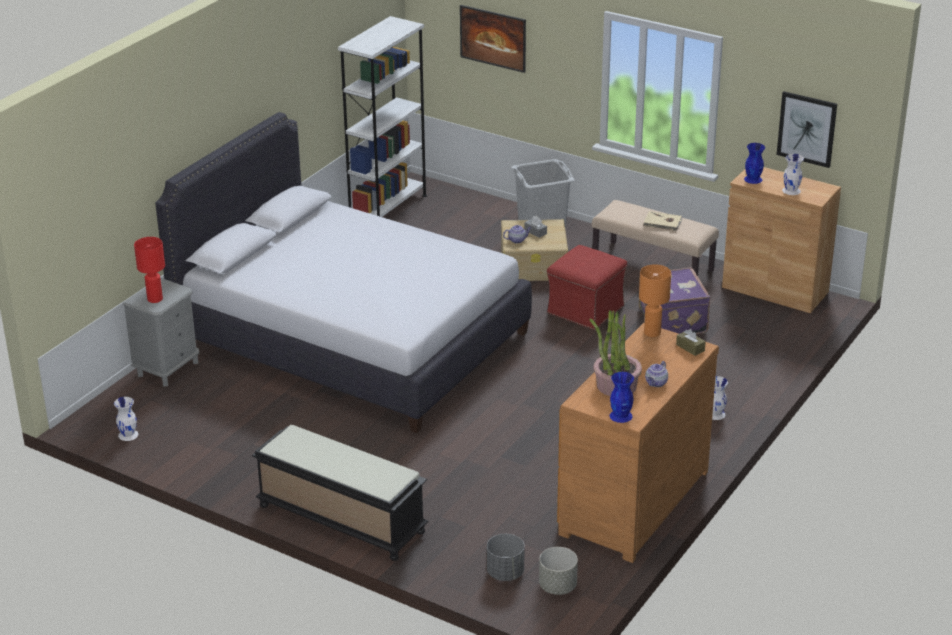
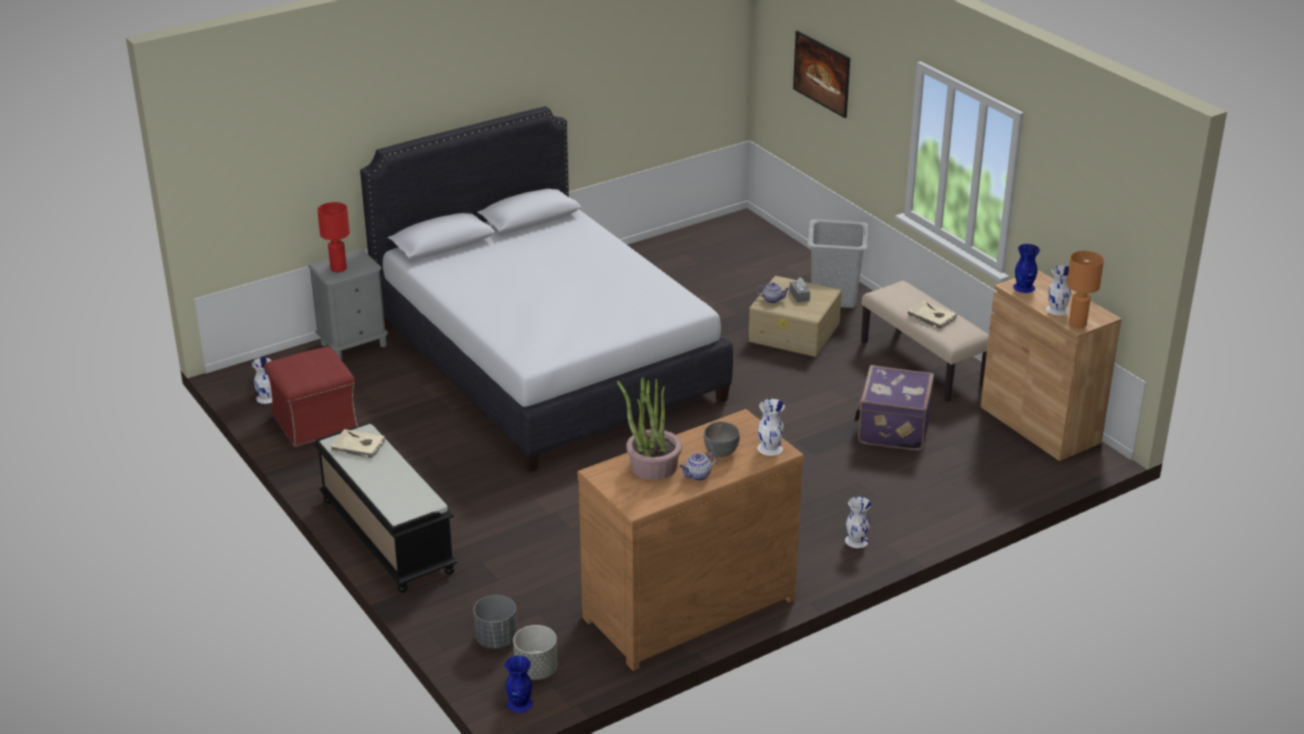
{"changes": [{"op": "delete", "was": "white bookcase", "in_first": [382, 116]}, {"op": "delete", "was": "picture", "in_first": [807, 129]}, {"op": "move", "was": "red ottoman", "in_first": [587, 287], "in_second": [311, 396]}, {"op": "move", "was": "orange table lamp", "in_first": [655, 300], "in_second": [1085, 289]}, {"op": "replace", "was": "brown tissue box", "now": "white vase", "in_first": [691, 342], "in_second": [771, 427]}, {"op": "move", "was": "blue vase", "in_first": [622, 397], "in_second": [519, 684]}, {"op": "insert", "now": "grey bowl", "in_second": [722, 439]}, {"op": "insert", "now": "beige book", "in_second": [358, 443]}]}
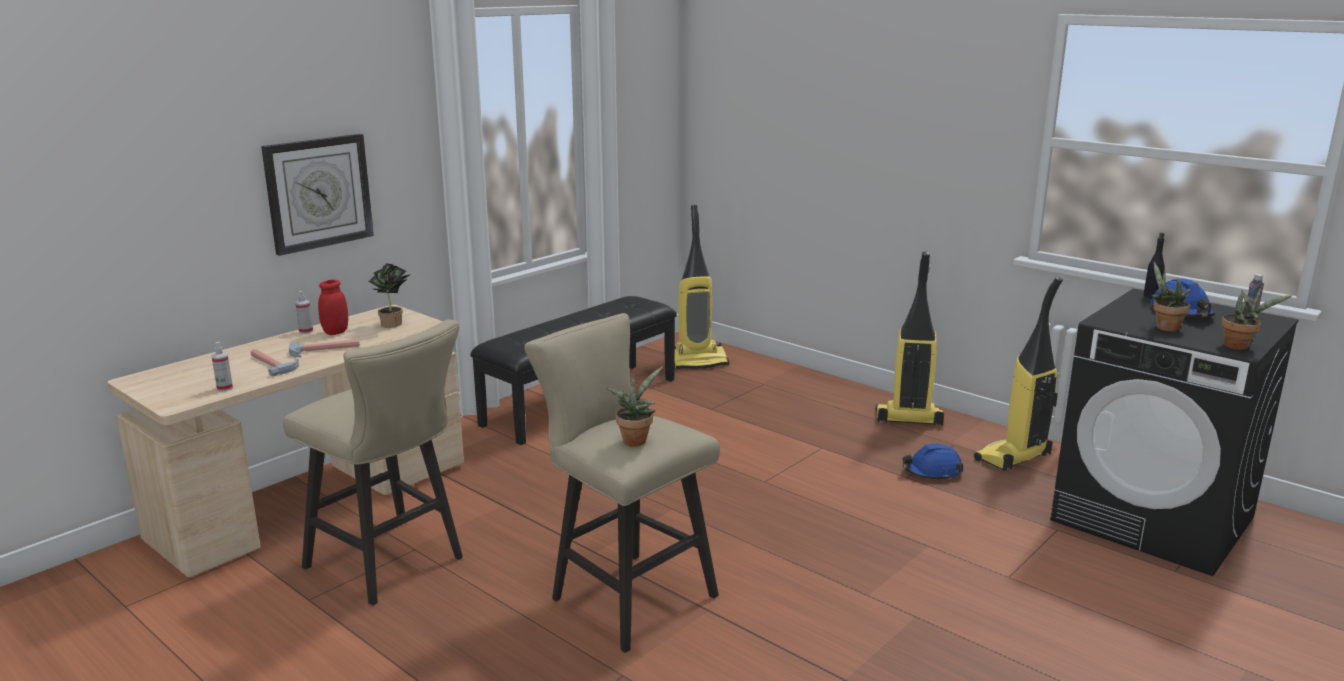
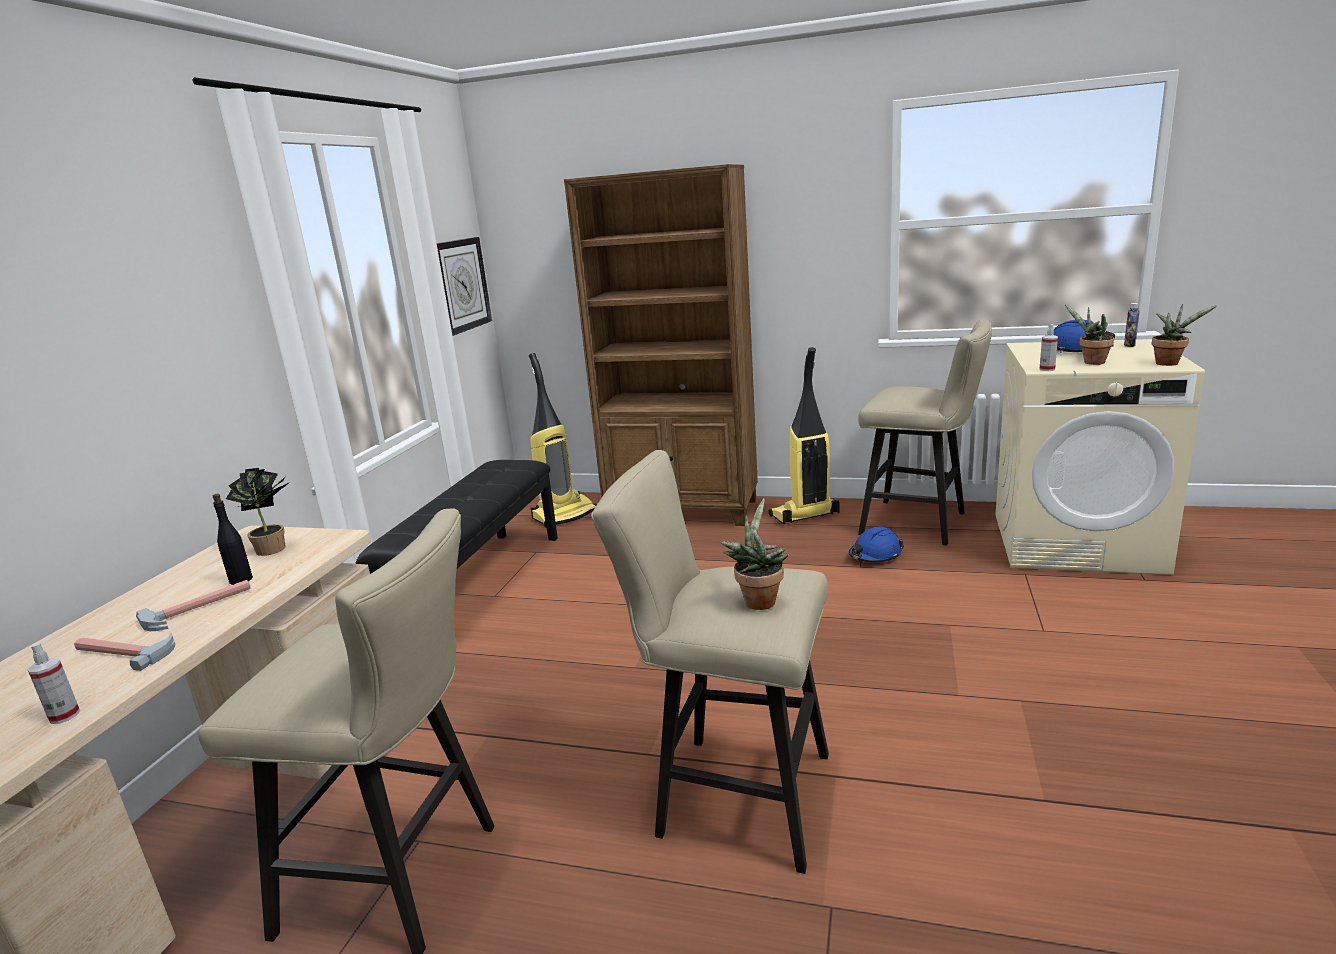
{"changes": [{"op": "move", "was": "wall clock", "in_first": [317, 195], "in_second": [464, 286]}, {"op": "move", "was": "black bottle", "in_first": [1154, 265], "in_second": [232, 539]}, {"op": "replace", "was": "vacuum cleaner", "now": "beige stool", "in_first": [1018, 373], "in_second": [925, 433]}, {"op": "delete", "was": "red jar", "in_first": [333, 307]}, {"op": "recolor", "was": "black washing machine", "now": "beige washing machine", "in_first": [1174, 432], "in_second": [1100, 457]}, {"op": "move", "was": "spray bottle", "in_first": [304, 312], "in_second": [1049, 347]}, {"op": "insert", "now": "brown bookcase", "in_second": [661, 345]}]}
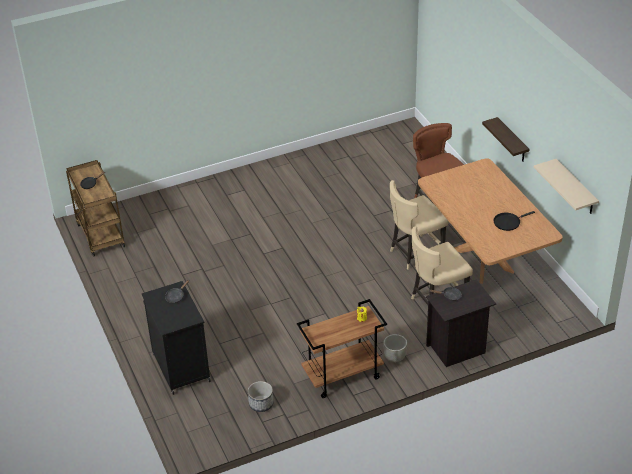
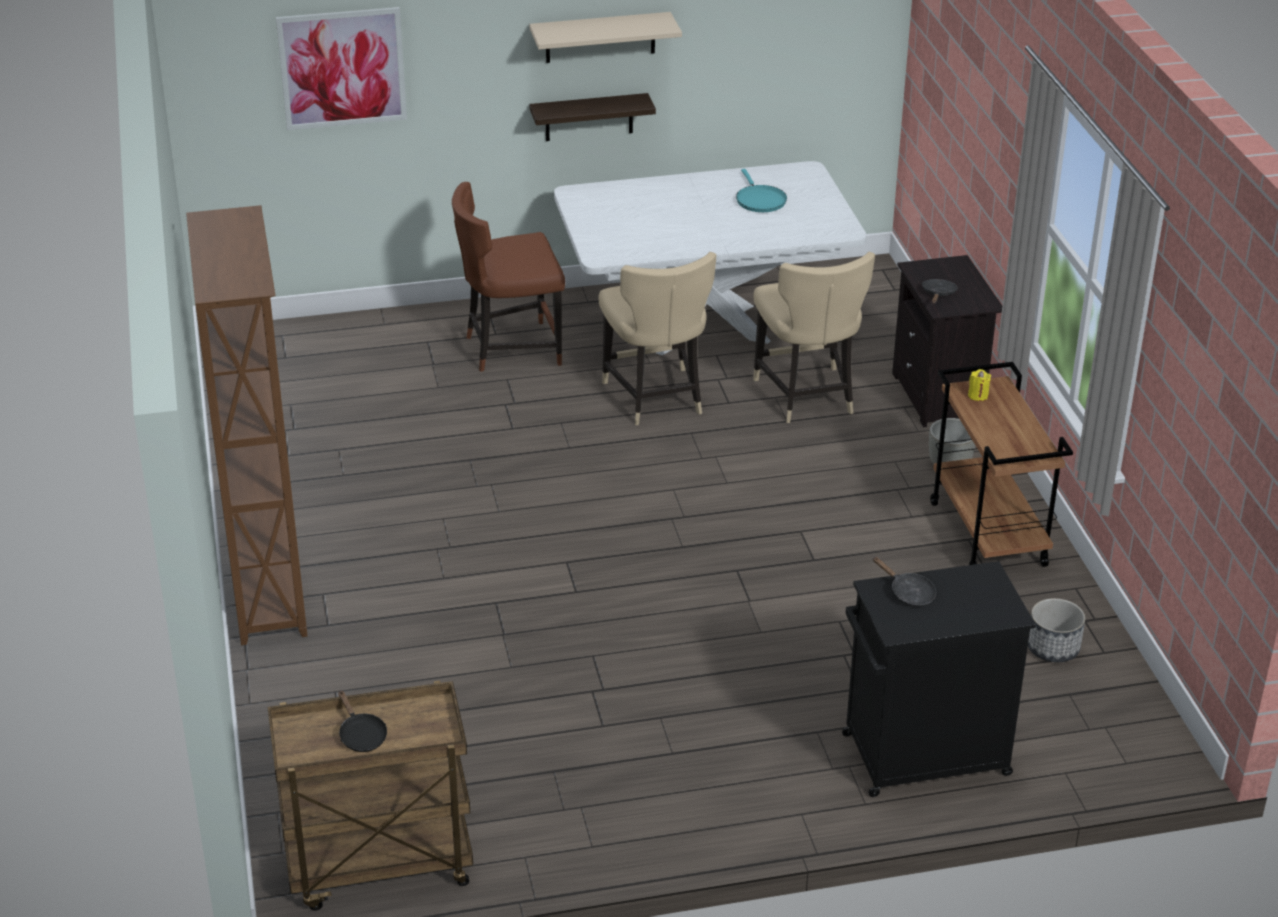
{"changes": [{"op": "recolor", "was": "brown dining table", "now": "white dining table", "in_first": [490, 221], "in_second": [710, 258]}, {"op": "move", "was": "beige shelf", "in_first": [566, 186], "in_second": [605, 37]}, {"op": "recolor", "was": "black frying pan", "now": "turquoise frying pan", "in_first": [514, 221], "in_second": [761, 190]}, {"op": "insert", "now": "picture", "in_second": [341, 68]}, {"op": "insert", "now": "brown bookcase", "in_second": [246, 425]}]}
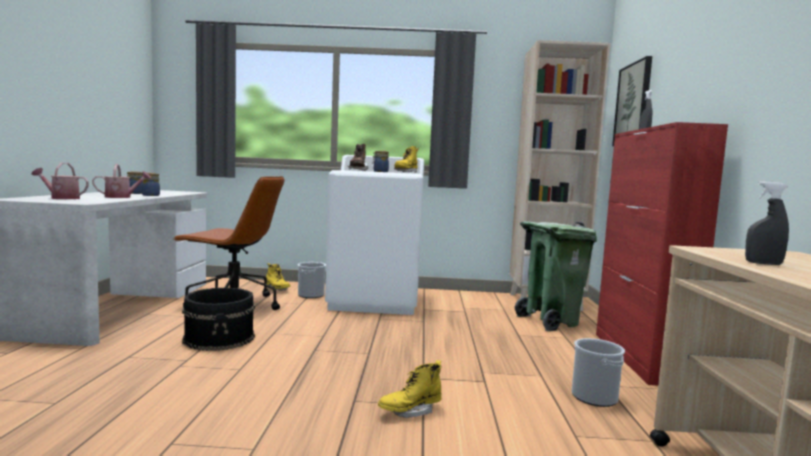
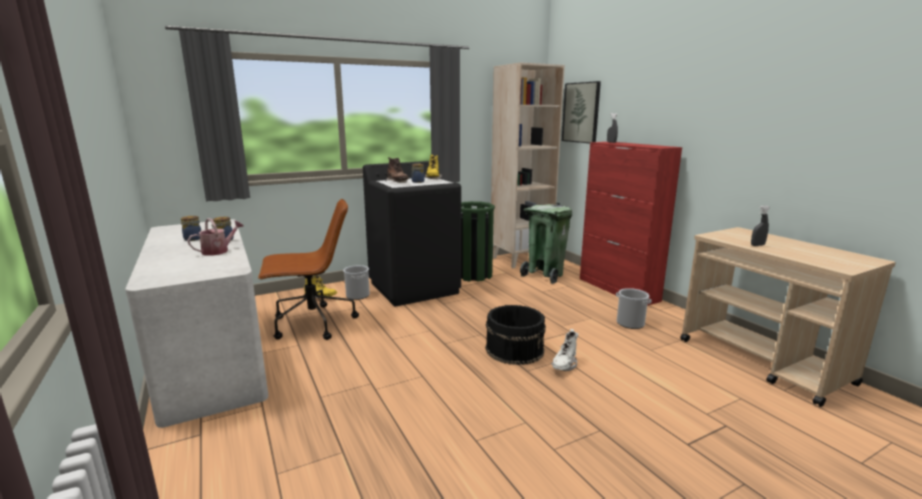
{"changes": [{"op": "recolor", "was": "white washing machine", "now": "black washing machine", "in_first": [374, 235], "in_second": [412, 233]}, {"op": "delete", "was": "watering can", "in_first": [60, 181]}, {"op": "move", "was": "black bucket", "in_first": [218, 319], "in_second": [515, 335]}, {"op": "recolor", "was": "yellow boot", "now": "white boot", "in_first": [410, 389], "in_second": [565, 350]}, {"op": "insert", "now": "green trash can", "in_second": [478, 241]}]}
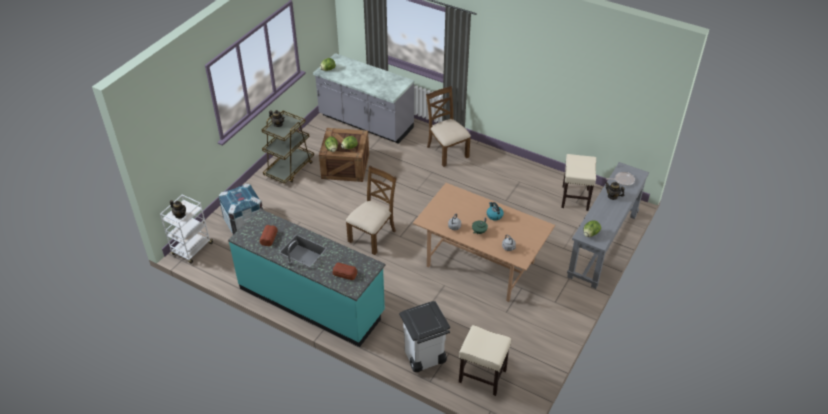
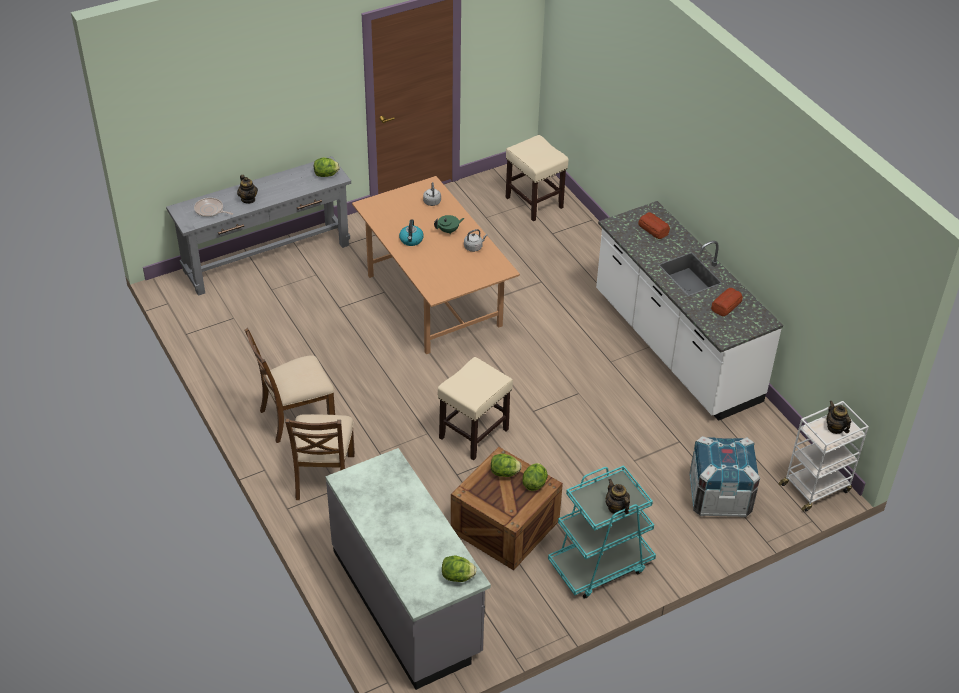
{"changes": [{"op": "recolor", "was": "brown cart", "now": "turquoise cart", "in_first": [288, 147], "in_second": [602, 532]}, {"op": "move", "was": "beige stool", "in_first": [578, 182], "in_second": [475, 408]}, {"op": "move", "was": "brown chair", "in_first": [371, 210], "in_second": [290, 385]}, {"op": "recolor", "was": "turquoise counter", "now": "white counter", "in_first": [307, 278], "in_second": [689, 311]}, {"op": "delete", "was": "white trash can", "in_first": [424, 336]}]}
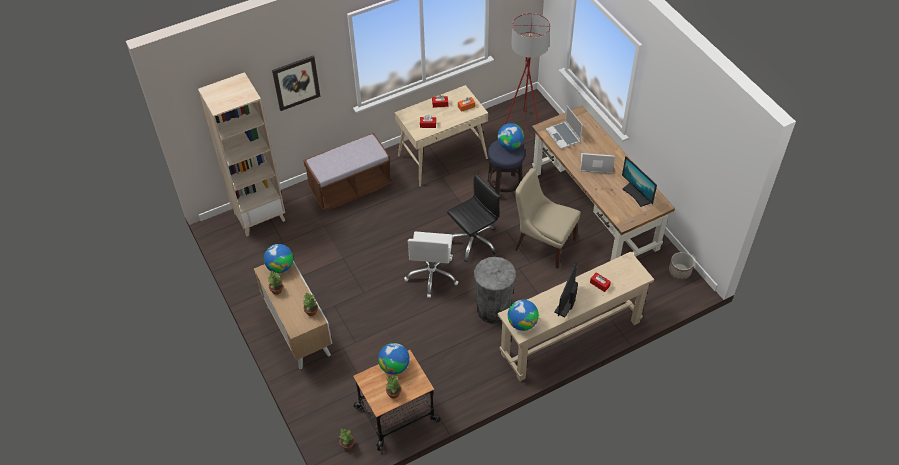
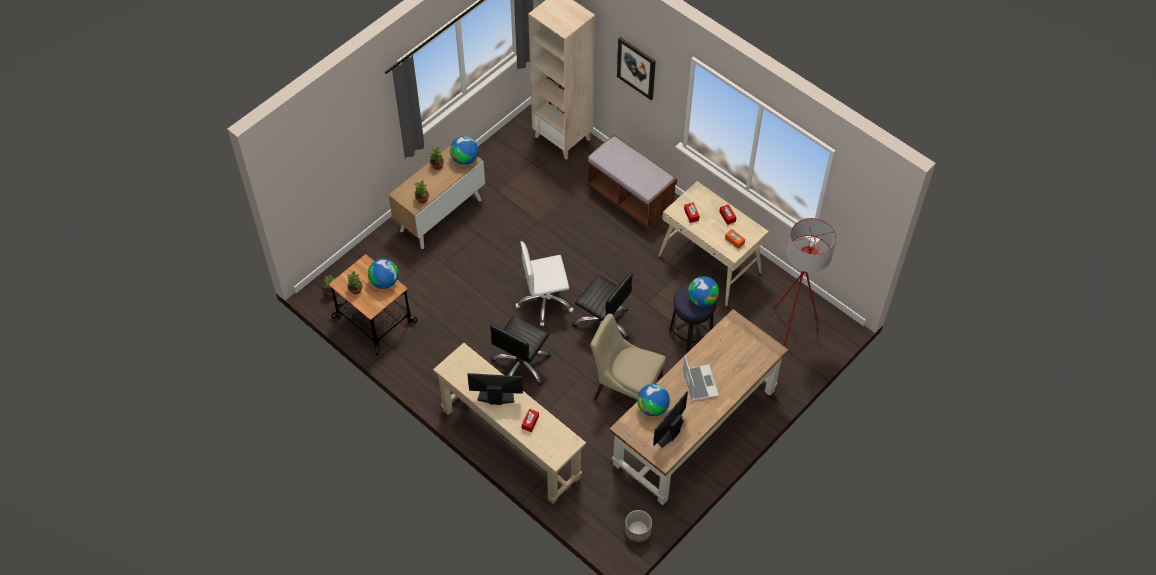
{"changes": [{"op": "delete", "was": "laptop", "in_first": [564, 127]}, {"op": "rotate", "was": "beige chair", "in_first": [548, 218], "in_second": [628, 356], "clockwise": -75}, {"op": "replace", "was": "grey trash can", "now": "black office chair", "in_first": [495, 290], "in_second": [520, 351]}, {"op": "move", "was": "globe", "in_first": [523, 315], "in_second": [653, 400]}]}
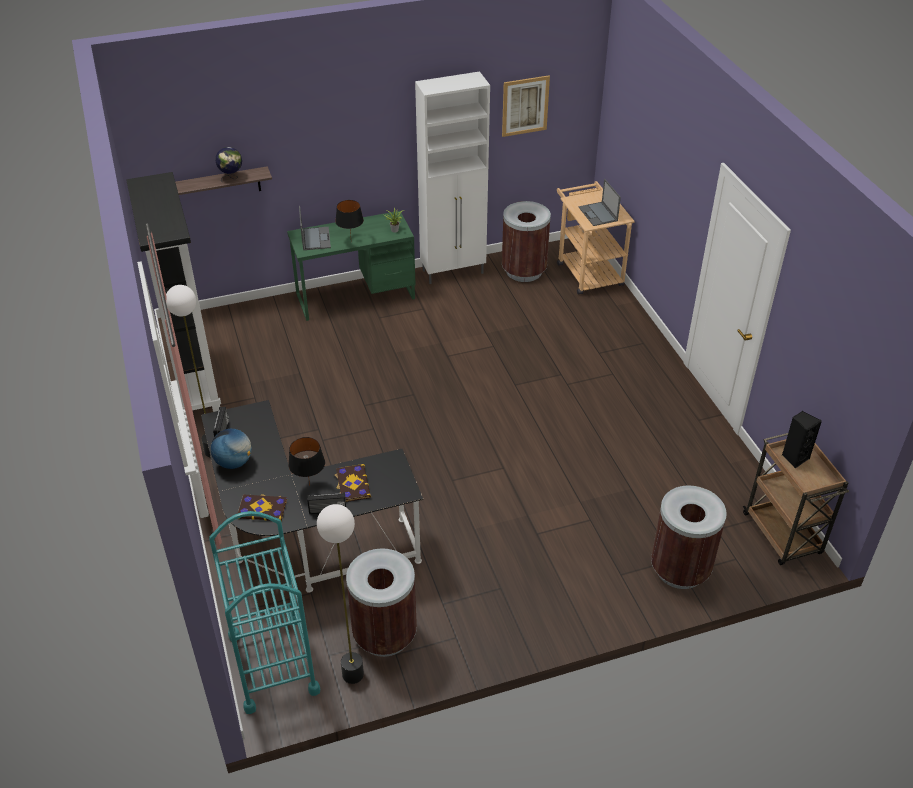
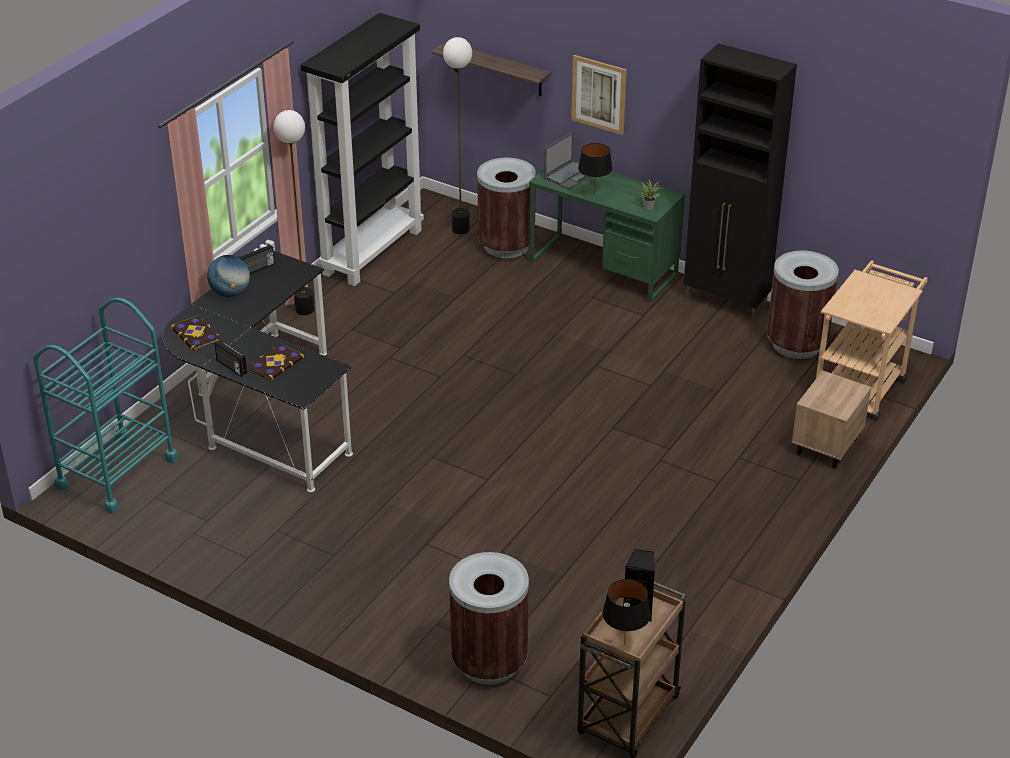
{"changes": [{"op": "recolor", "was": "white cabinet", "now": "black cabinet", "in_first": [452, 177], "in_second": [740, 182]}, {"op": "move", "was": "picture", "in_first": [526, 106], "in_second": [599, 95]}, {"op": "delete", "was": "globe", "in_first": [228, 163]}, {"op": "delete", "was": "laptop", "in_first": [600, 202]}, {"op": "move", "was": "black table lamp", "in_first": [306, 461], "in_second": [626, 612]}, {"op": "move", "was": "floor lamp", "in_first": [340, 594], "in_second": [457, 135]}, {"op": "move", "was": "brown trash can", "in_first": [381, 602], "in_second": [506, 208]}, {"op": "insert", "now": "beige nightstand", "in_second": [831, 419]}]}
